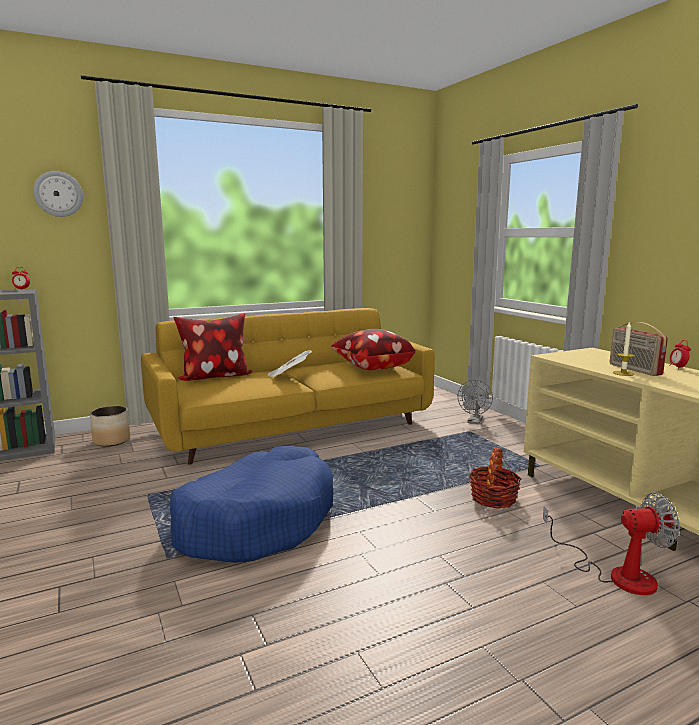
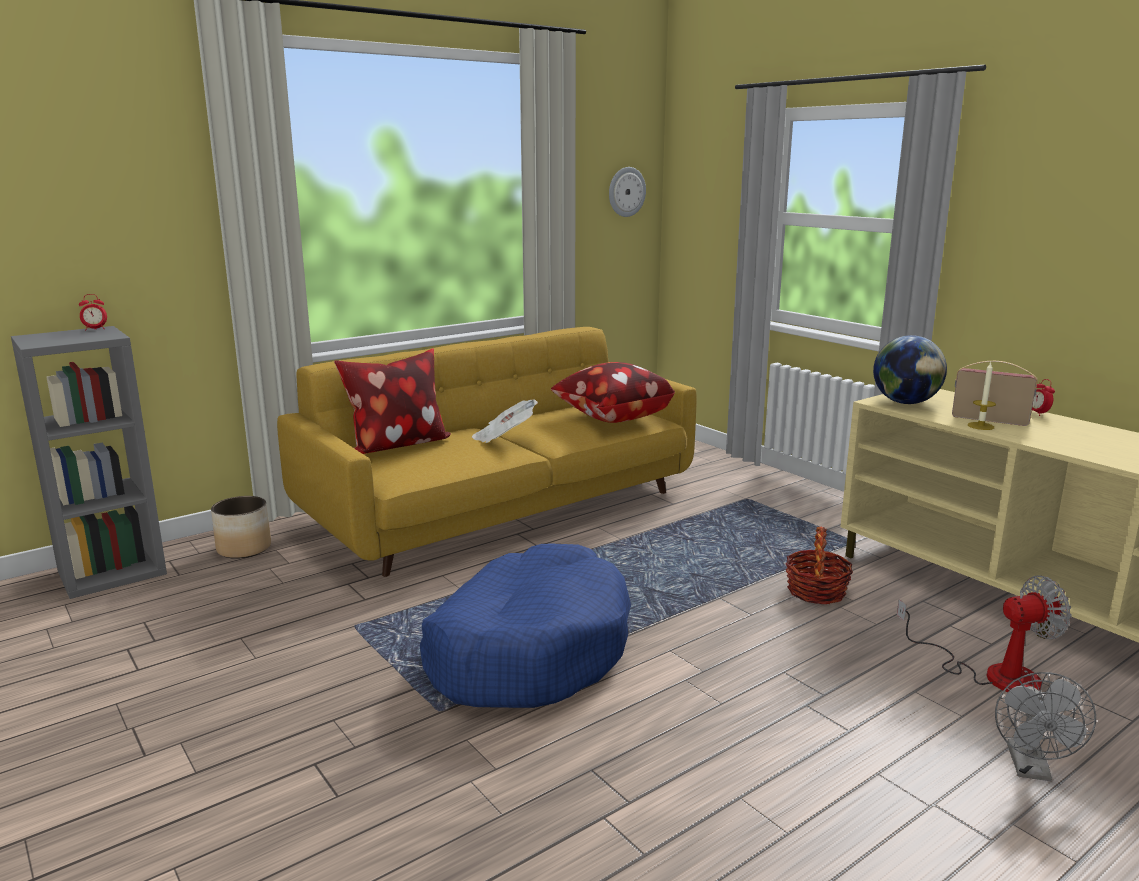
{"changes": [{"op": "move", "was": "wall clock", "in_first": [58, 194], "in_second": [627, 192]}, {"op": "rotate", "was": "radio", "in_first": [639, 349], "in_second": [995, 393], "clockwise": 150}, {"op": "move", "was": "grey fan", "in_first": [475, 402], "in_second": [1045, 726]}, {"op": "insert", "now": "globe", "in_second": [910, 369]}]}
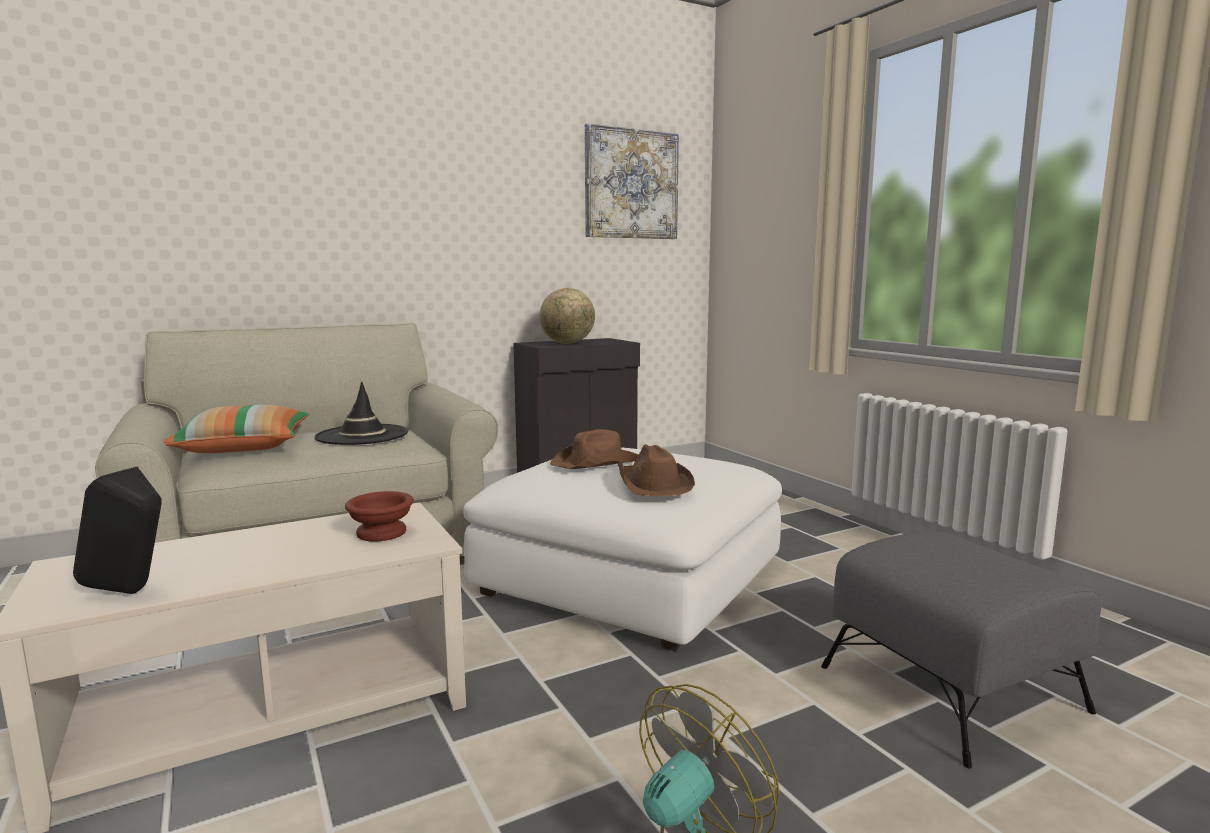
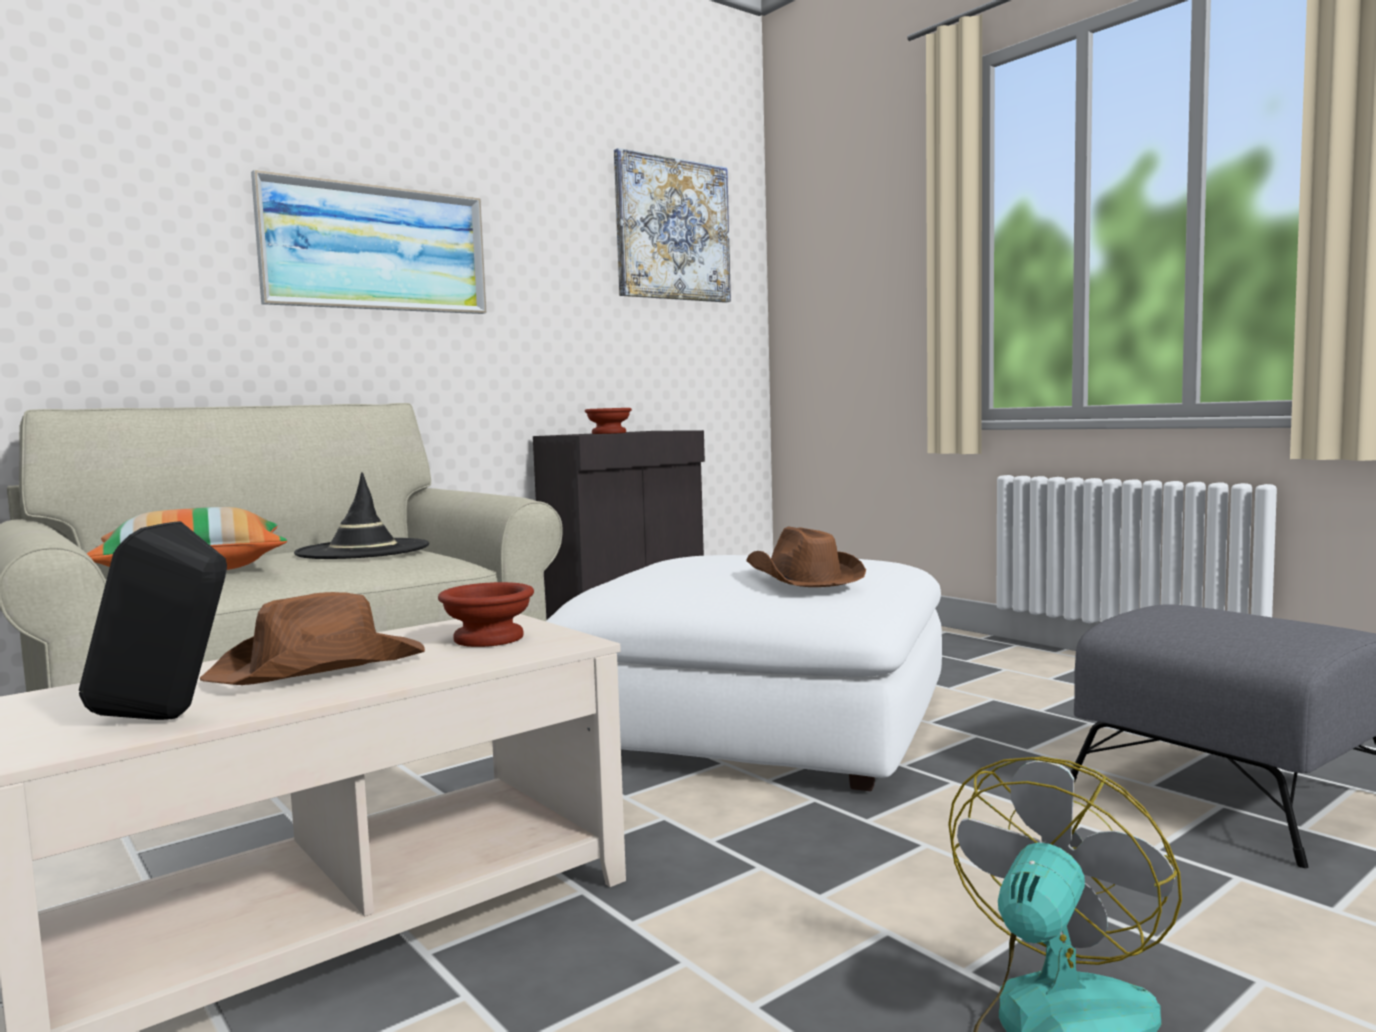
{"changes": [{"op": "replace", "was": "globe", "now": "brown bowl", "in_first": [567, 316], "in_second": [608, 421]}, {"op": "move", "was": "brown hat", "in_first": [594, 449], "in_second": [312, 638]}, {"op": "insert", "now": "picture", "in_second": [369, 242]}]}
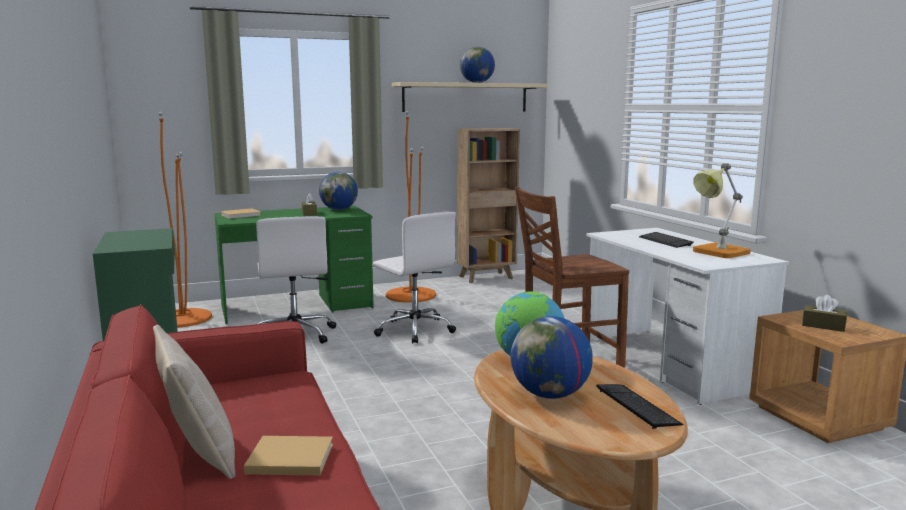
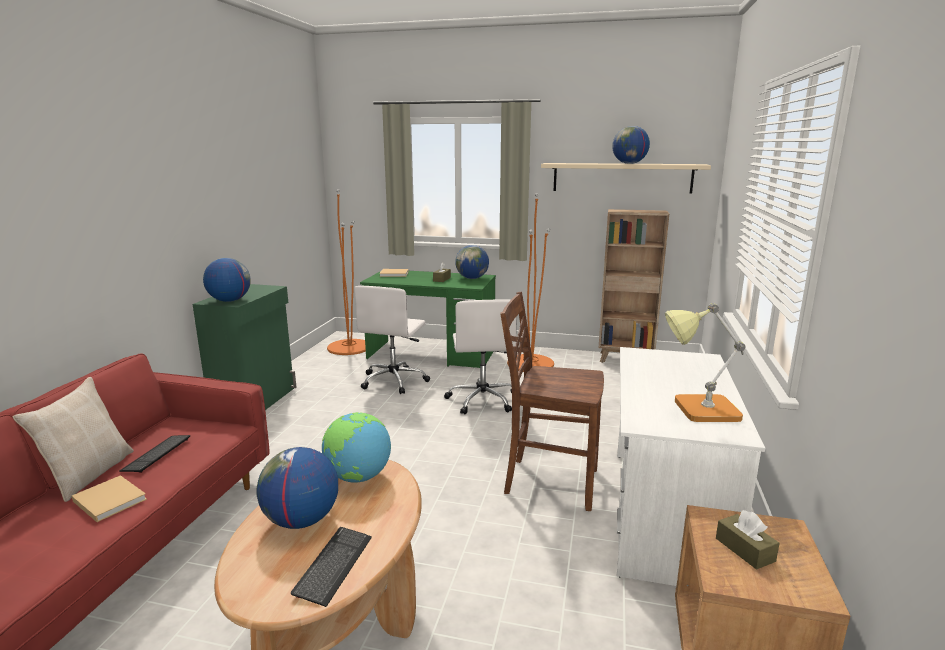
{"changes": [{"op": "move", "was": "keyboard", "in_first": [666, 240], "in_second": [154, 454]}, {"op": "insert", "now": "globe", "in_second": [227, 280]}]}
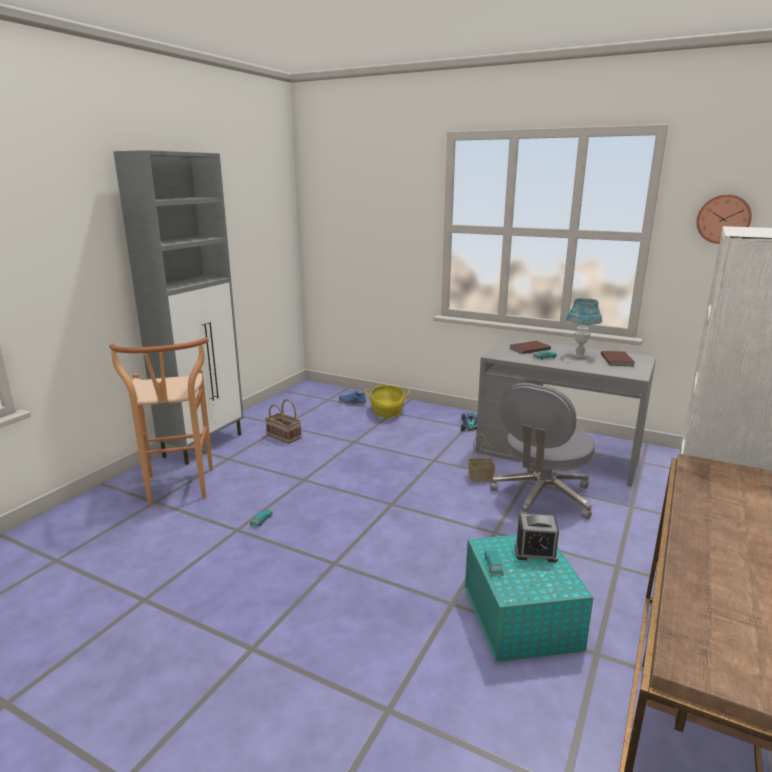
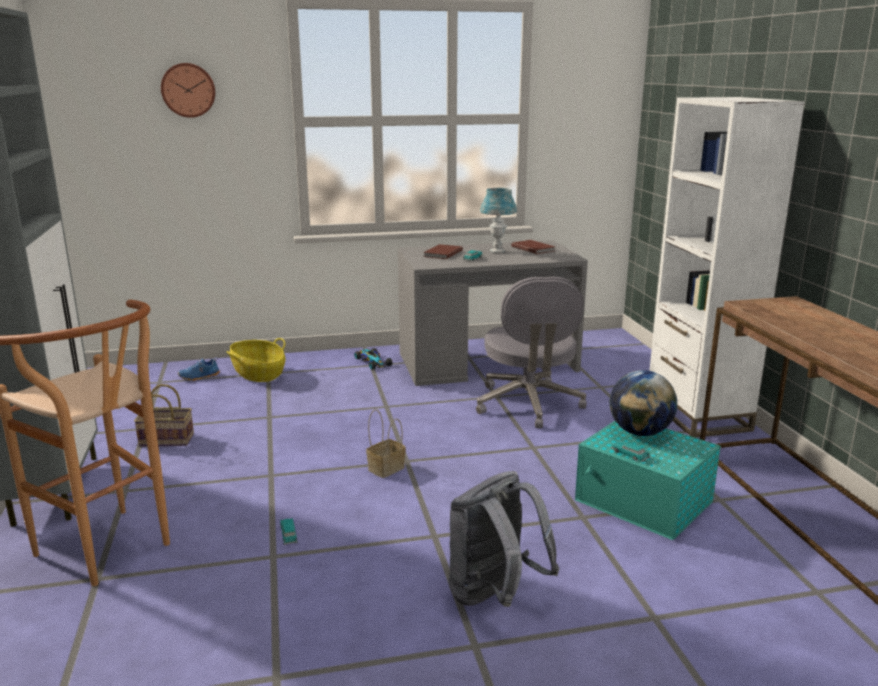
{"changes": [{"op": "move", "was": "wall clock", "in_first": [724, 219], "in_second": [188, 90]}, {"op": "move", "was": "basket", "in_first": [481, 457], "in_second": [386, 443]}, {"op": "replace", "was": "alarm clock", "now": "globe", "in_first": [537, 538], "in_second": [643, 403]}, {"op": "insert", "now": "grey backpack", "in_second": [504, 539]}]}
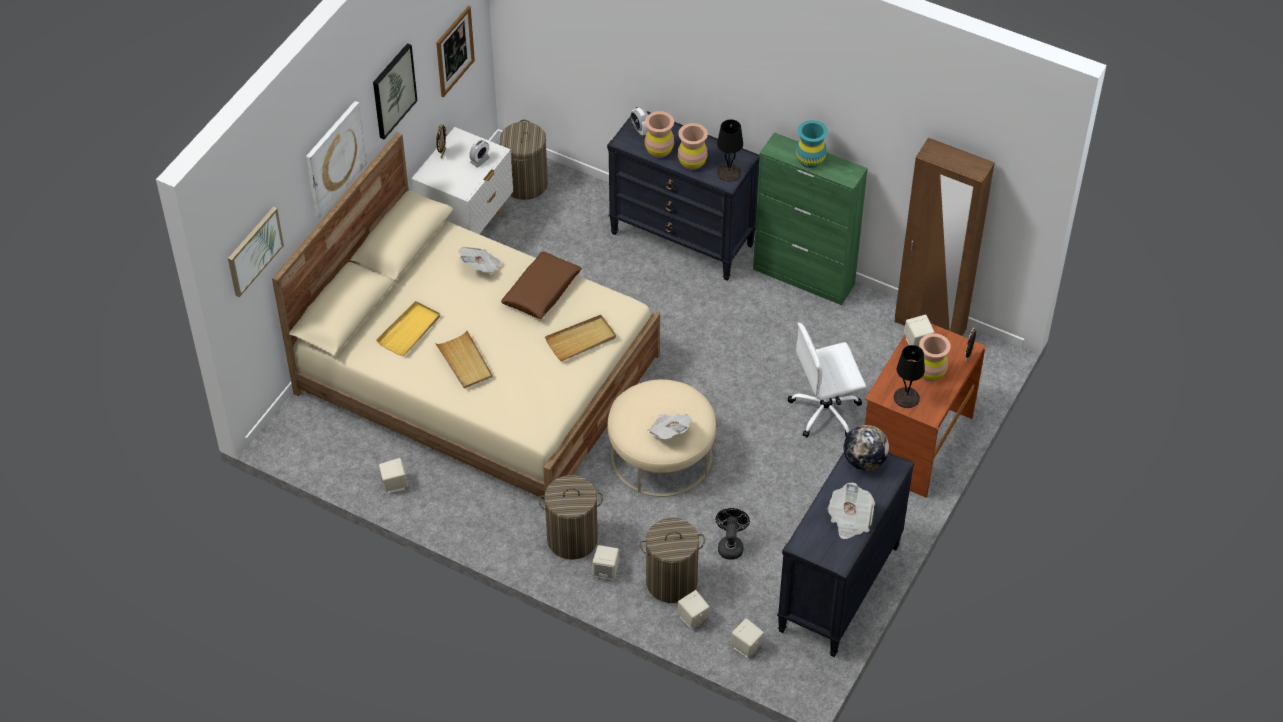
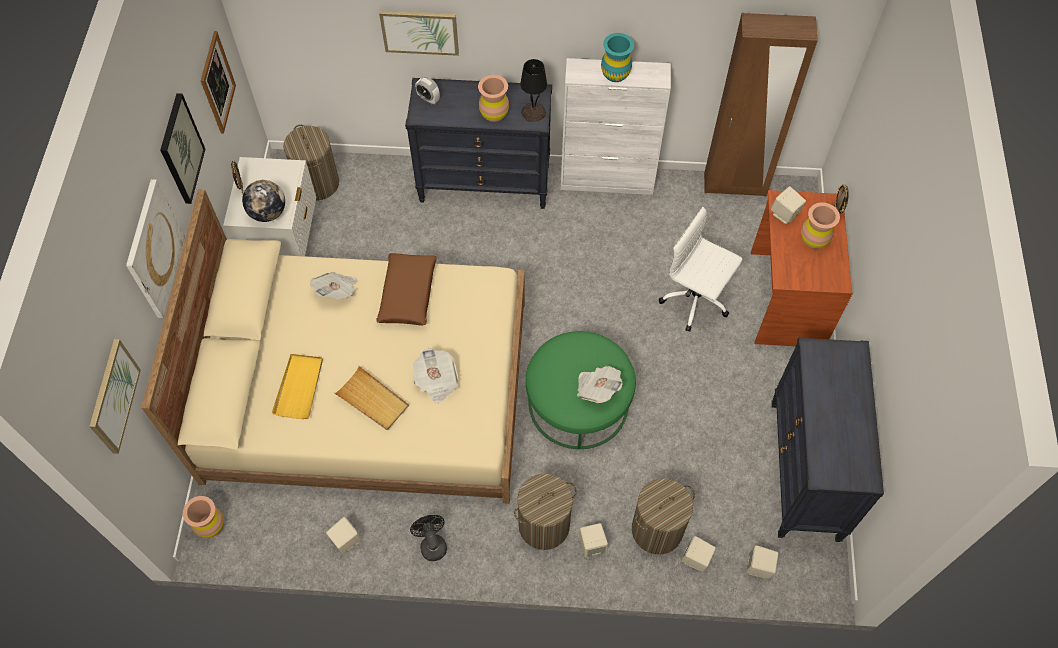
{"changes": [{"op": "move", "was": "brown vase", "in_first": [659, 134], "in_second": [203, 517]}, {"op": "recolor", "was": "green cabinet", "now": "white cabinet", "in_first": [810, 218], "in_second": [616, 126]}, {"op": "delete", "was": "alarm clock", "in_first": [479, 154]}, {"op": "delete", "was": "beige tray", "in_first": [580, 338]}, {"op": "rotate", "was": "white office chair", "in_first": [826, 380], "in_second": [701, 269], "clockwise": 75}, {"op": "delete", "was": "black table lamp", "in_first": [909, 376]}, {"op": "recolor", "was": "beige ottoman", "now": "green ottoman", "in_first": [661, 438], "in_second": [581, 390]}, {"op": "move", "was": "globe", "in_first": [866, 448], "in_second": [263, 201]}, {"op": "move", "was": "newspaper", "in_first": [851, 511], "in_second": [435, 376]}, {"op": "move", "was": "black fan", "in_first": [733, 534], "in_second": [428, 538]}, {"op": "insert", "now": "picture", "in_second": [419, 33]}]}
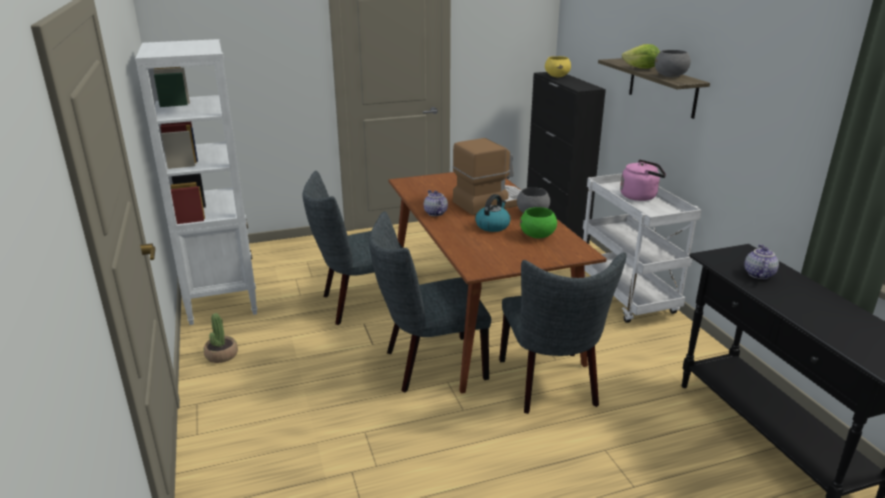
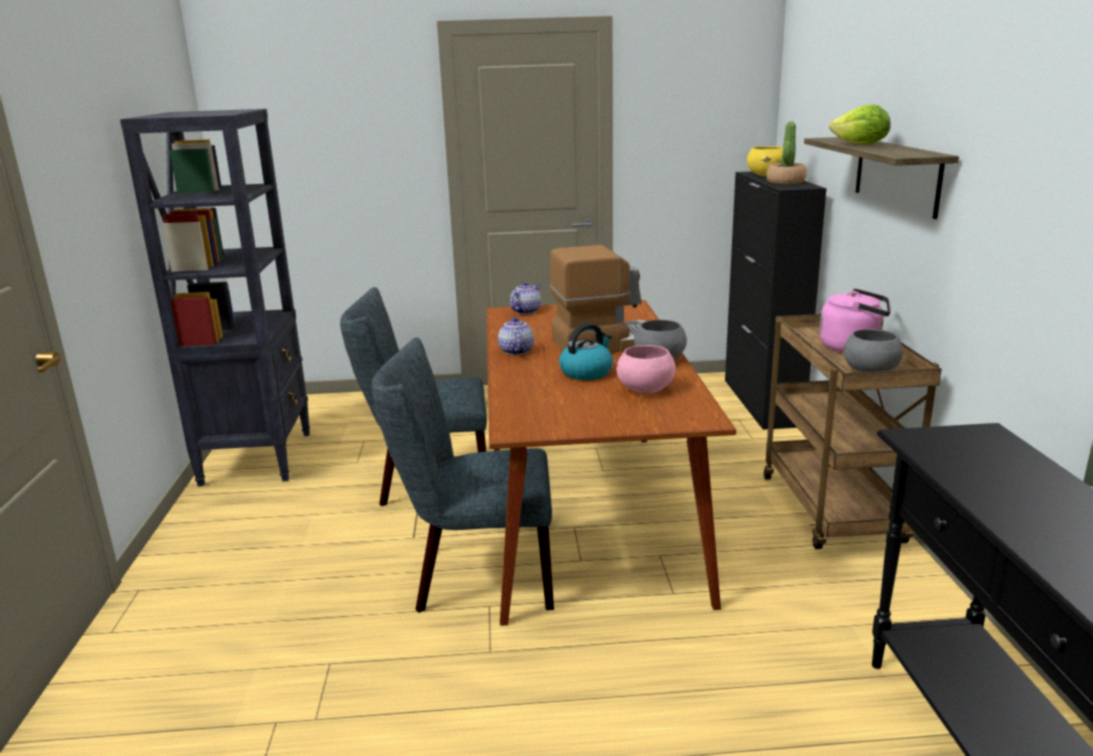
{"changes": [{"op": "recolor", "was": "white bookcase", "now": "black bookcase", "in_first": [196, 182], "in_second": [215, 297]}, {"op": "move", "was": "grey bowl", "in_first": [673, 63], "in_second": [873, 350]}, {"op": "recolor", "was": "white cart", "now": "brown cart", "in_first": [642, 248], "in_second": [852, 431]}, {"op": "recolor", "was": "green bowl", "now": "pink bowl", "in_first": [538, 222], "in_second": [646, 369]}, {"op": "move", "was": "teapot", "in_first": [761, 261], "in_second": [525, 298]}, {"op": "delete", "was": "grey chair", "in_first": [563, 333]}, {"op": "move", "was": "potted plant", "in_first": [221, 338], "in_second": [786, 153]}]}
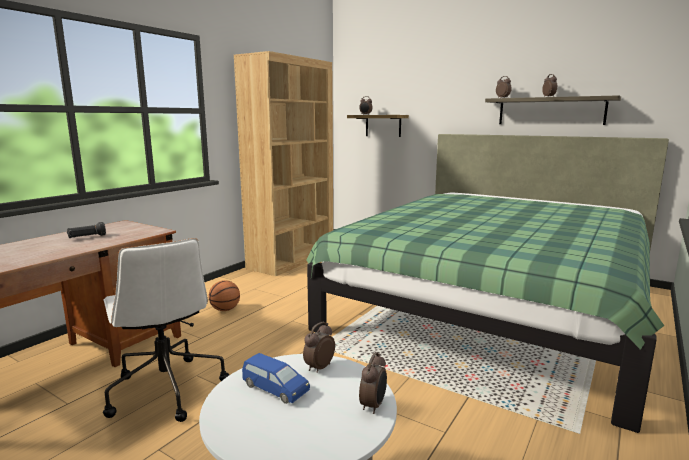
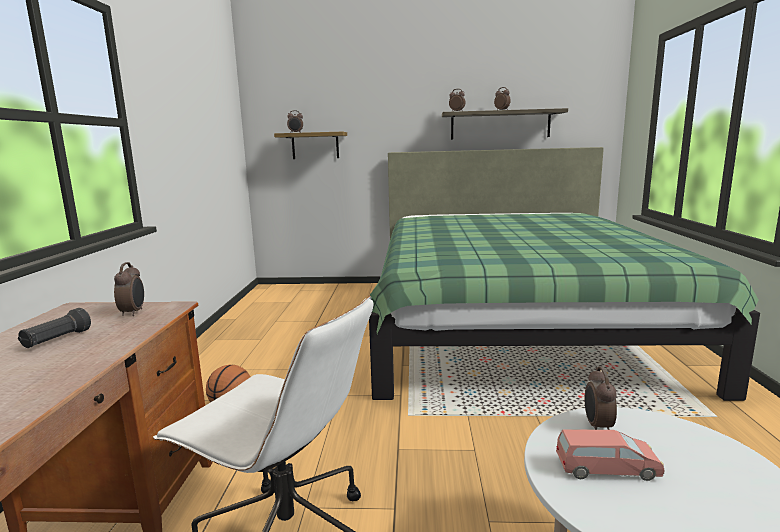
{"changes": [{"op": "delete", "was": "brown bookcase", "in_first": [283, 163]}, {"op": "move", "was": "alarm clock", "in_first": [373, 383], "in_second": [129, 289]}, {"op": "recolor", "was": "blue toy car", "now": "pink toy car", "in_first": [276, 378], "in_second": [610, 455]}]}
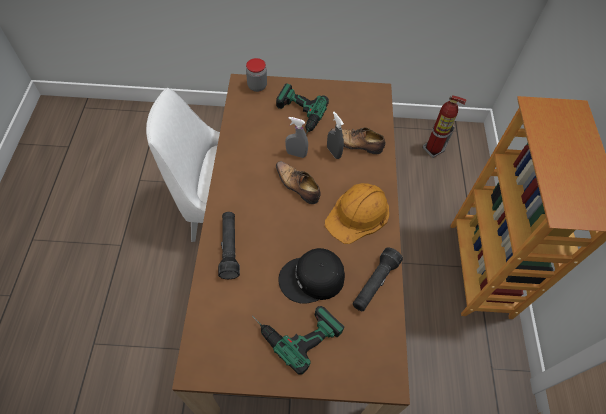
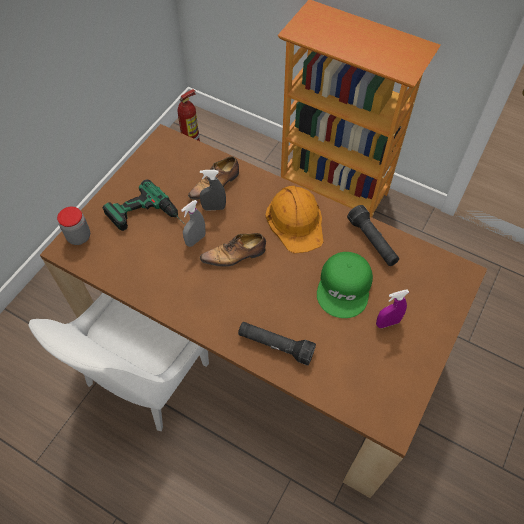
{"changes": [{"op": "recolor", "was": "black cap", "now": "green cap", "in_first": [311, 276], "in_second": [345, 285]}, {"op": "replace", "was": "power drill", "now": "purple spray bottle", "in_first": [298, 340], "in_second": [392, 308]}]}
